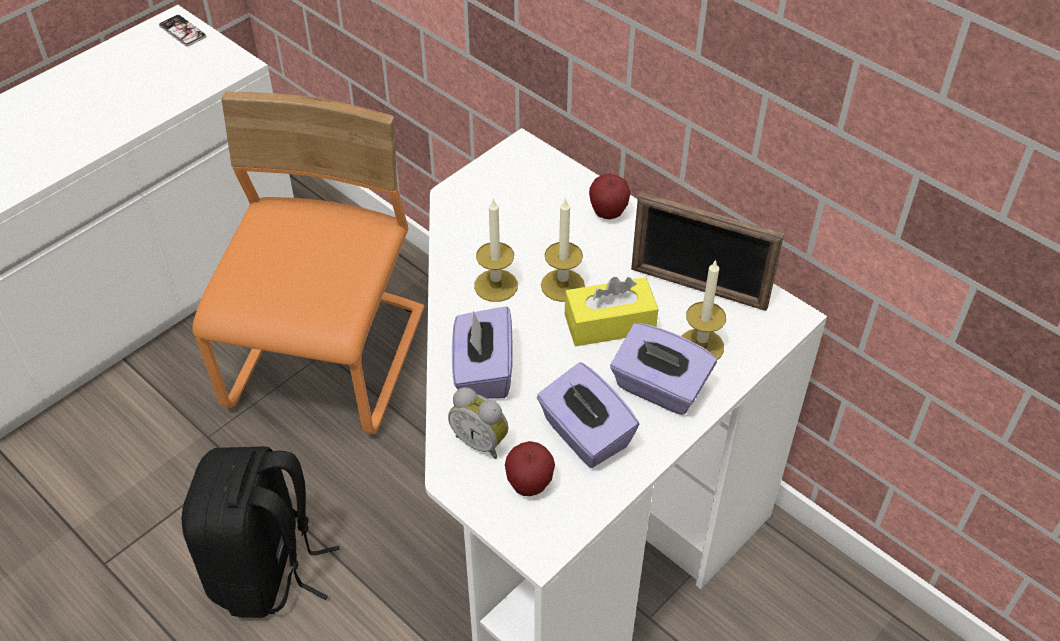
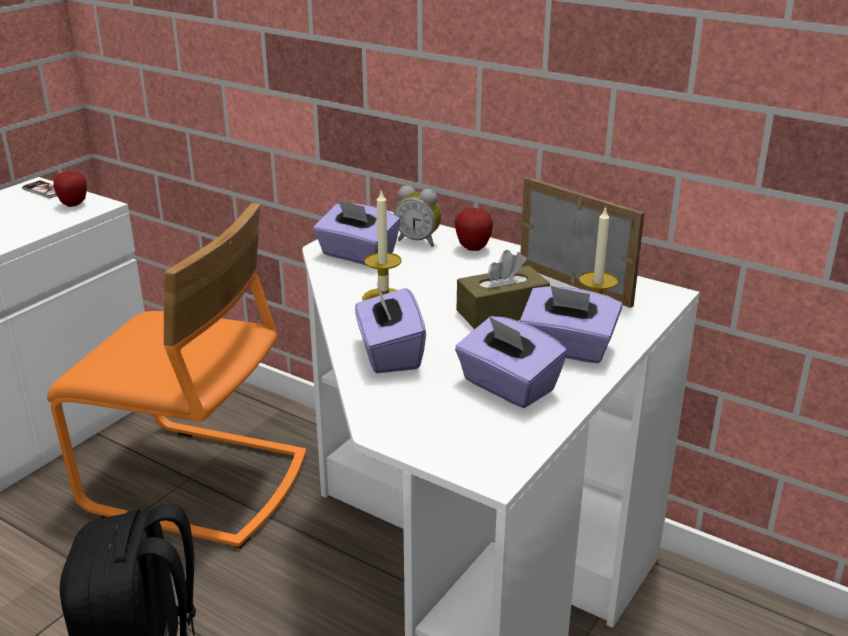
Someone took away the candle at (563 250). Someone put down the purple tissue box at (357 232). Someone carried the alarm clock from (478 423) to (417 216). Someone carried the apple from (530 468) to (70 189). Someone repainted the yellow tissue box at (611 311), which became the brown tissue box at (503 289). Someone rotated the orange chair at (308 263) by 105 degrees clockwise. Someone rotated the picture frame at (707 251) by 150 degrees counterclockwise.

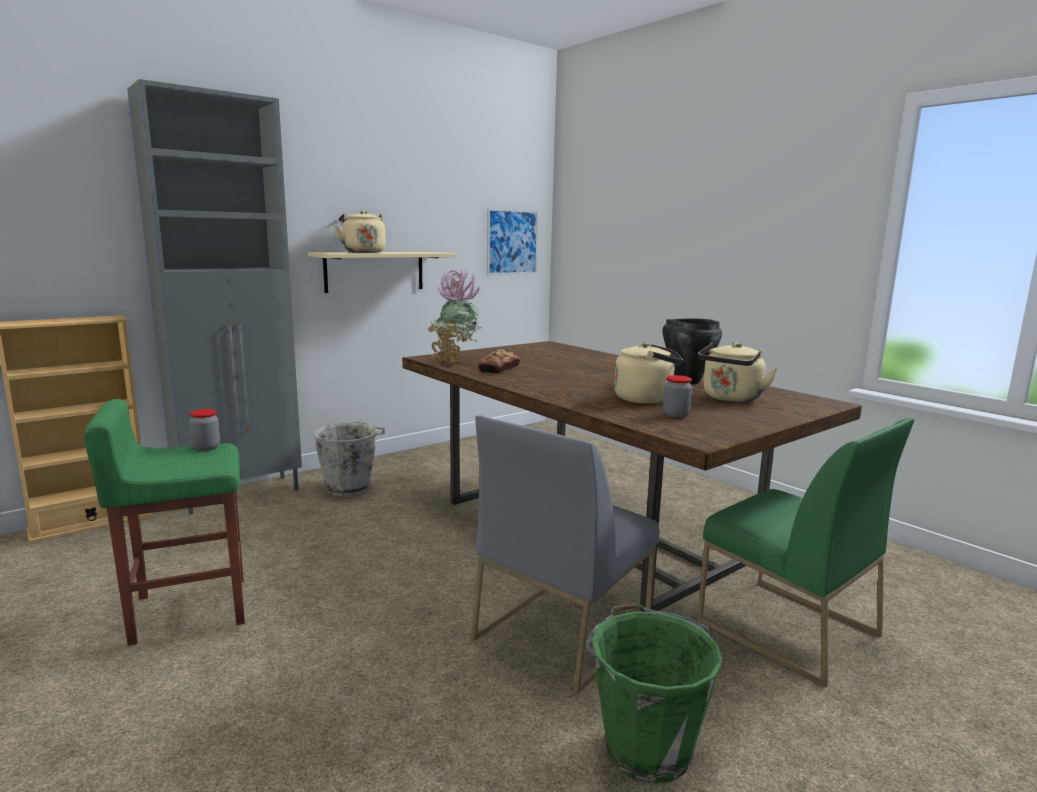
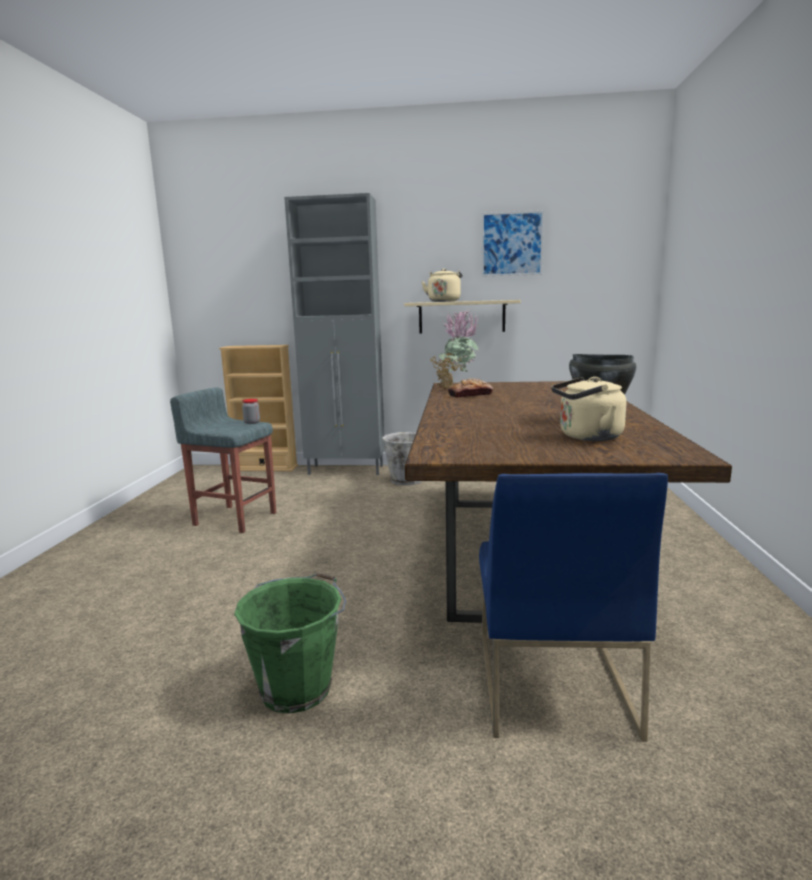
Someone took away the grey chair at (565 554). Someone took away the beige kettle at (648 373). Someone took away the jar at (677 396). Someone carried the picture from (513 241) to (512 243). Someone repainted the green stool at (164 522), which became the grey stool at (223 460). Someone repainted the green chair at (806 553), which became the blue chair at (573 607).

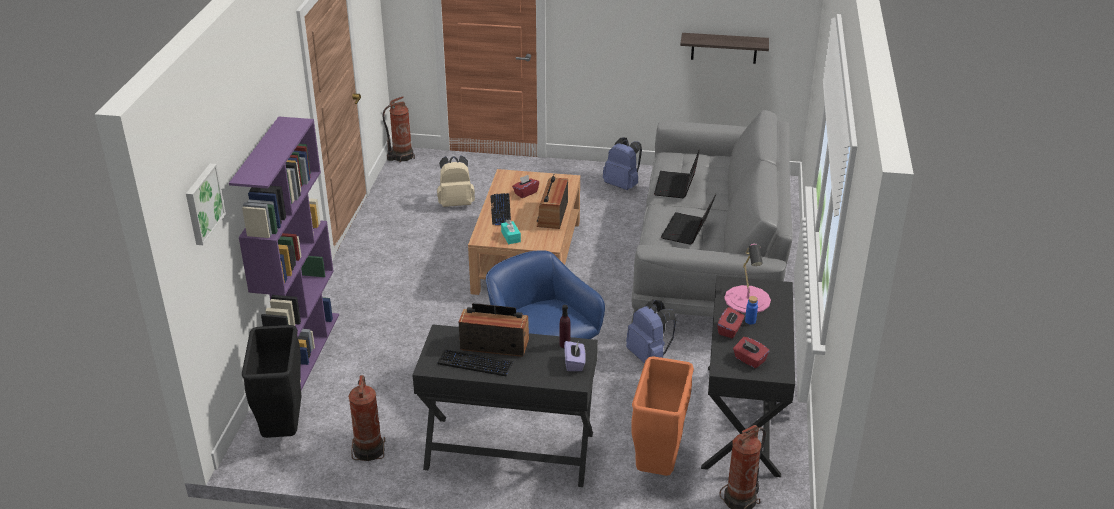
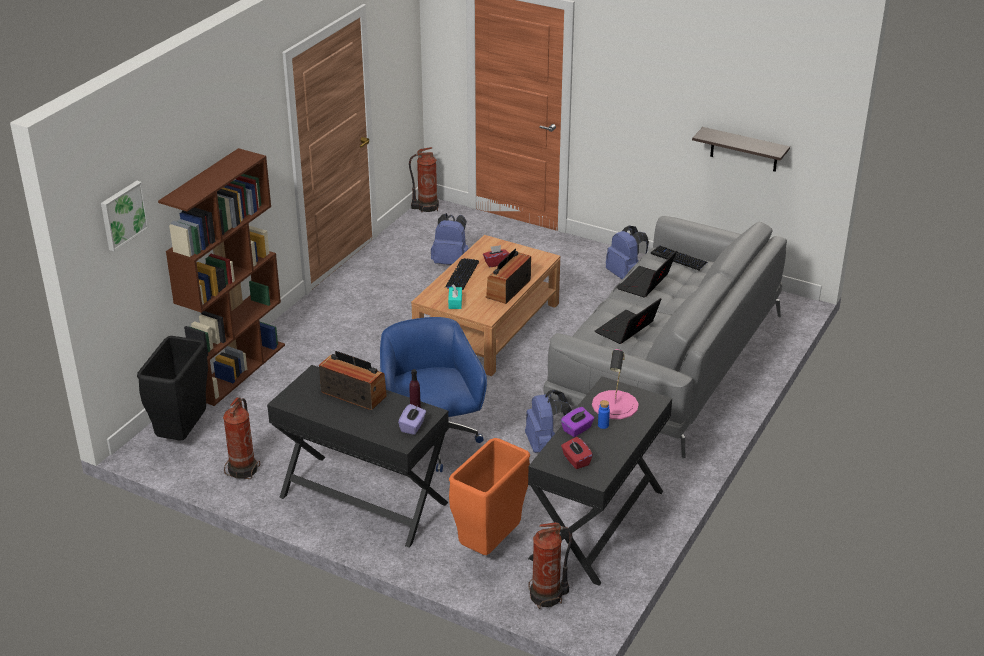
Someone carried the keyboard from (476 363) to (679 258). Someone repainted the purple bookcase at (284 253), which became the brown bookcase at (221 277). Someone repainted the beige backpack at (456 181), which became the blue backpack at (450 239). Someone repainted the red tissue box at (731 322), which became the purple tissue box at (577 422).

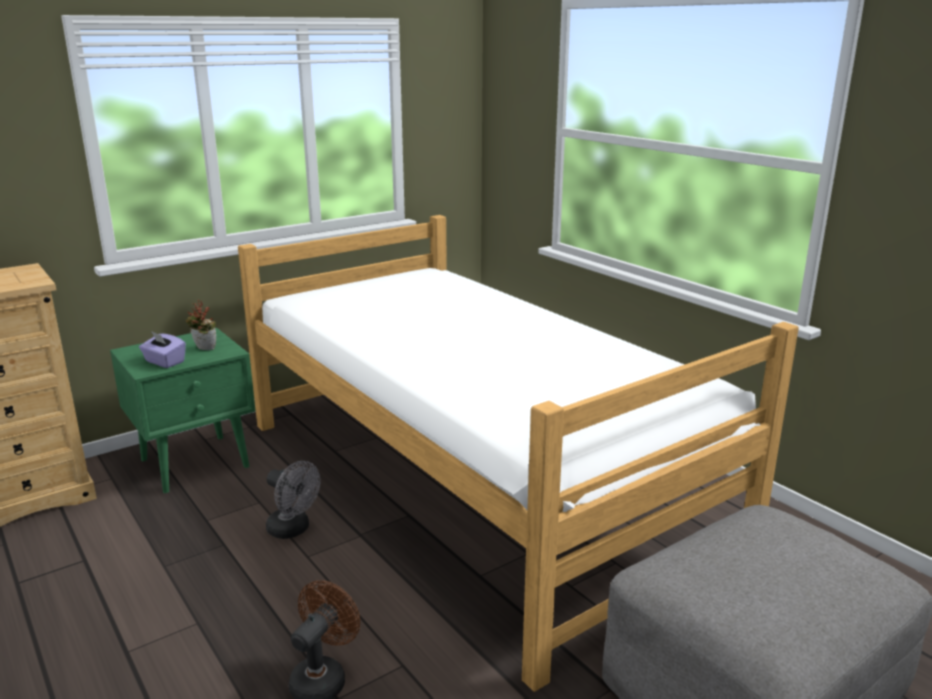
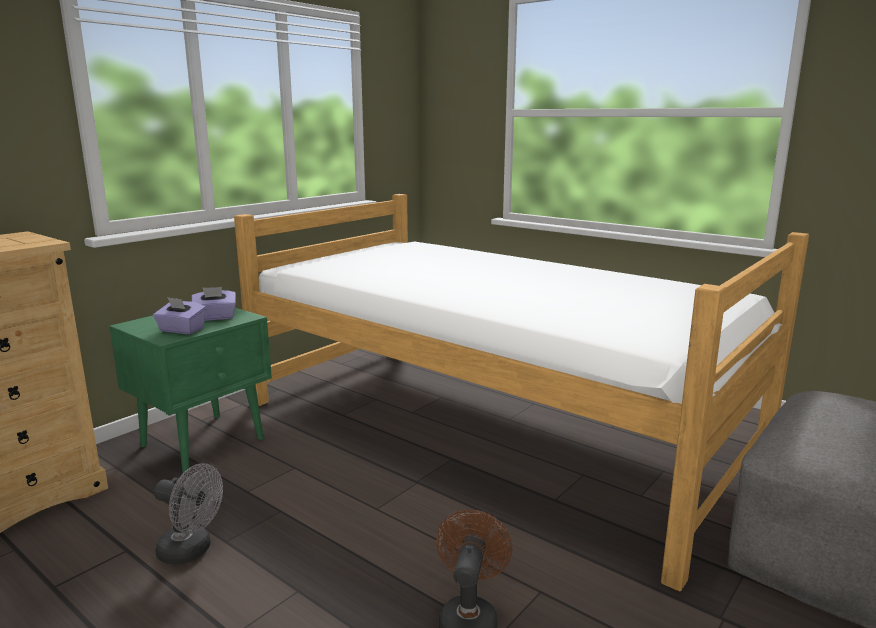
Someone carried the grey fan from (293 500) to (188 514). Someone swapped the potted plant at (201 325) for the purple tissue box at (214 304).

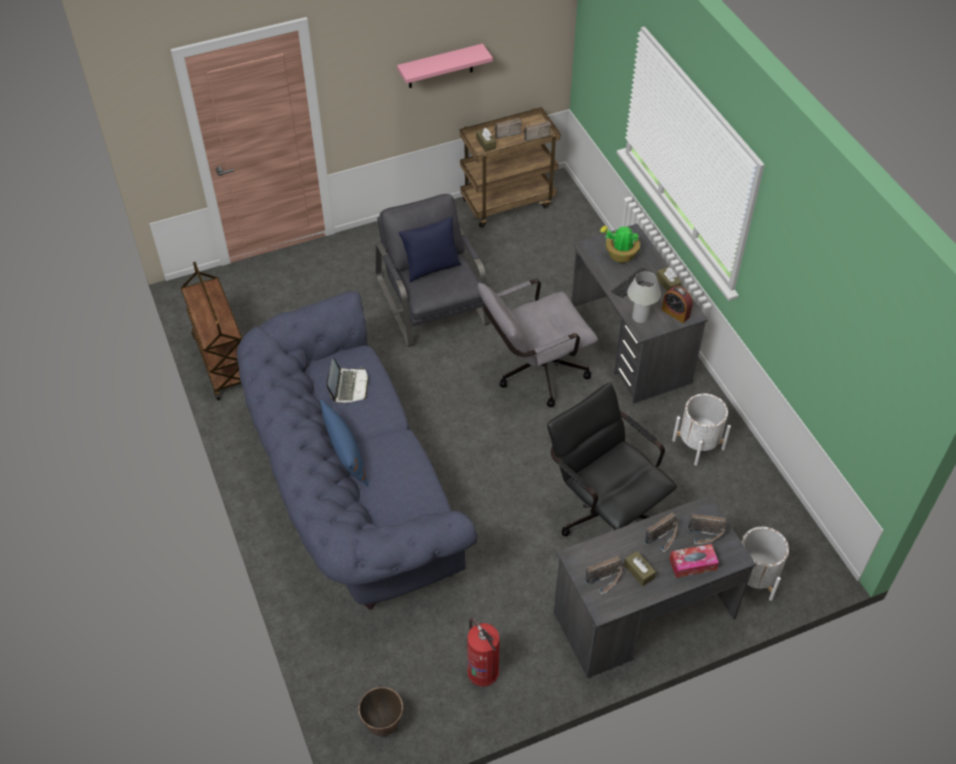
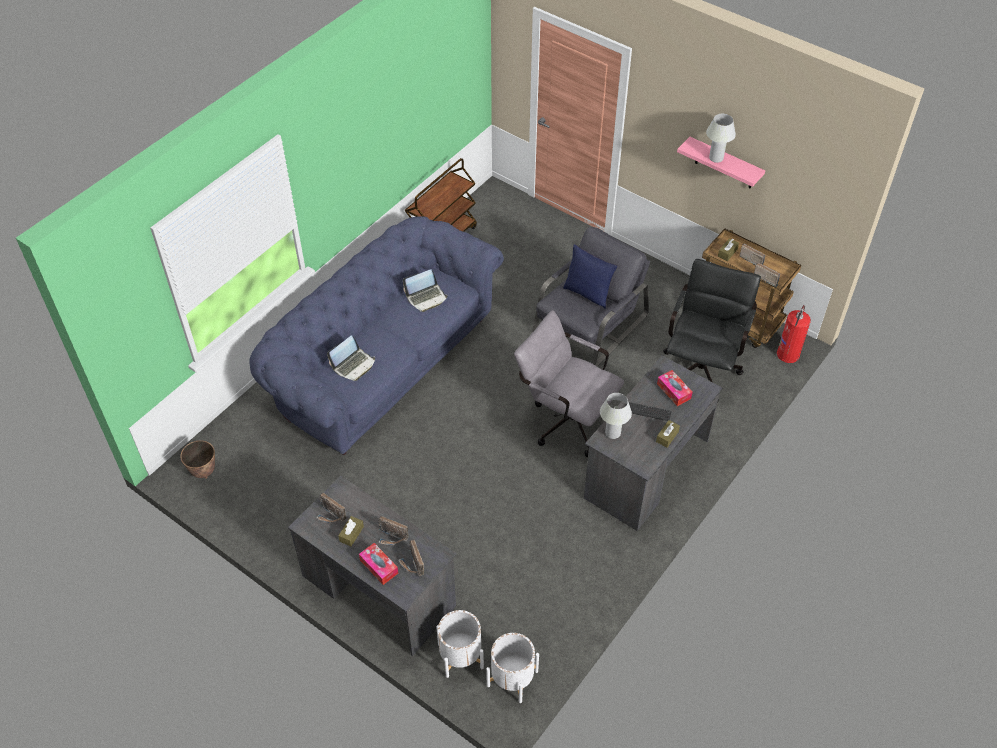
Someone took away the blue pillow at (344 443). Someone took away the alarm clock at (677 304). Someone put down the laptop at (351 358). Someone put down the white table lamp at (721 138). Someone carried the fire extinguisher from (483 652) to (794 334). Someone carried the black office chair from (612 459) to (712 329). Someone carried the white planter from (701 429) to (512 668). Someone swapped the potted plant at (620 244) for the tissue box at (675 388).

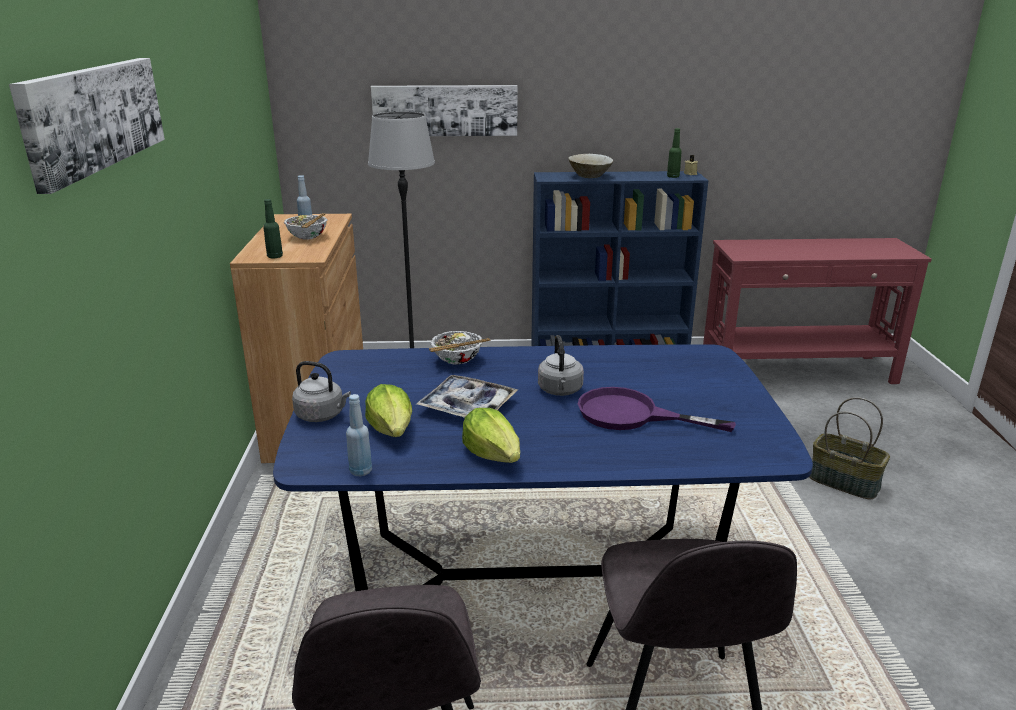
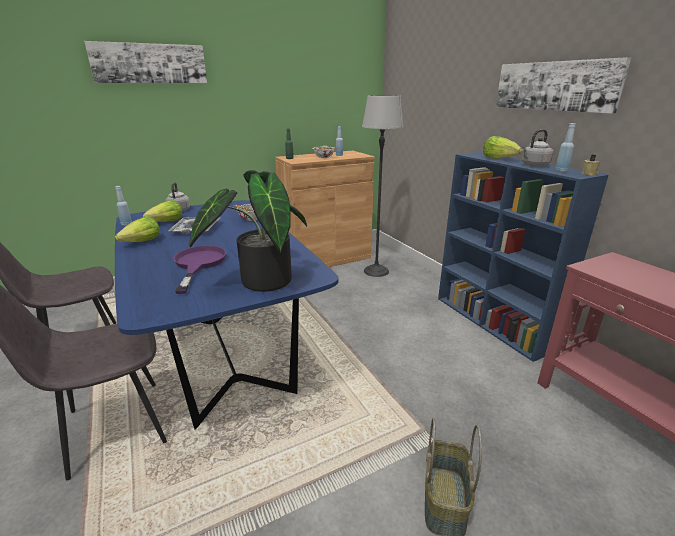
Someone put down the potted plant at (248 231). Someone carried the picture from (444 110) to (563 85). Someone carried the grey kettle from (561 365) to (537 147). Someone swapped the beige bowl at (590 166) for the lettuce at (502 147). Someone repainted the green bottle at (674 153), which became the blue bottle at (565 147).

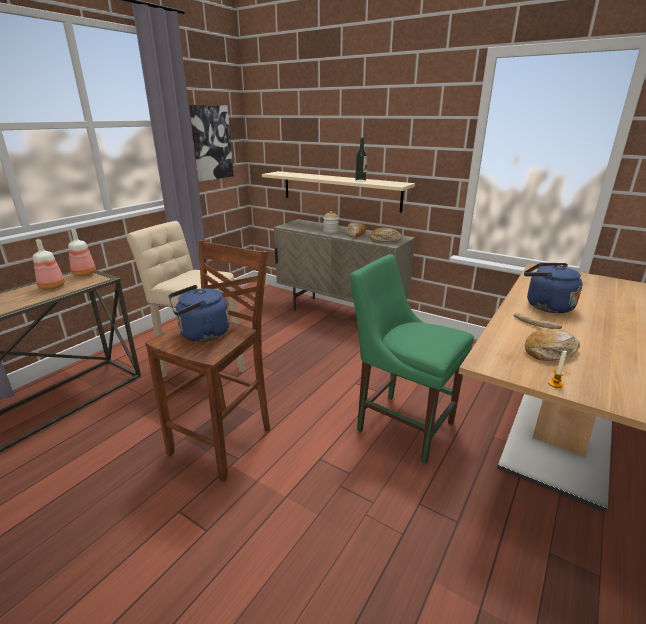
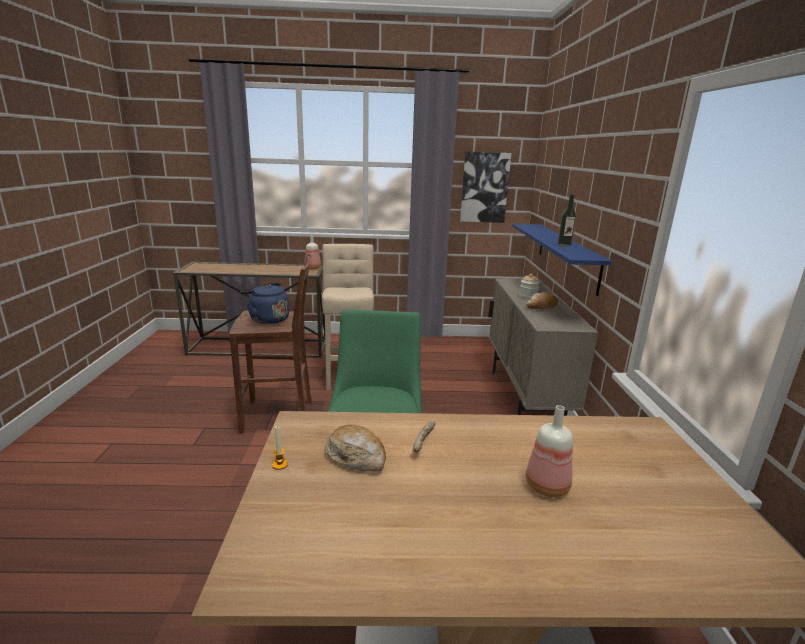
Someone took away the bread at (386 235). Someone took away the blue kettle at (553 288). Someone carried the bottle from (49 264) to (549 451). Someone repainted the beige shelf at (338 191), which became the blue shelf at (562 260).

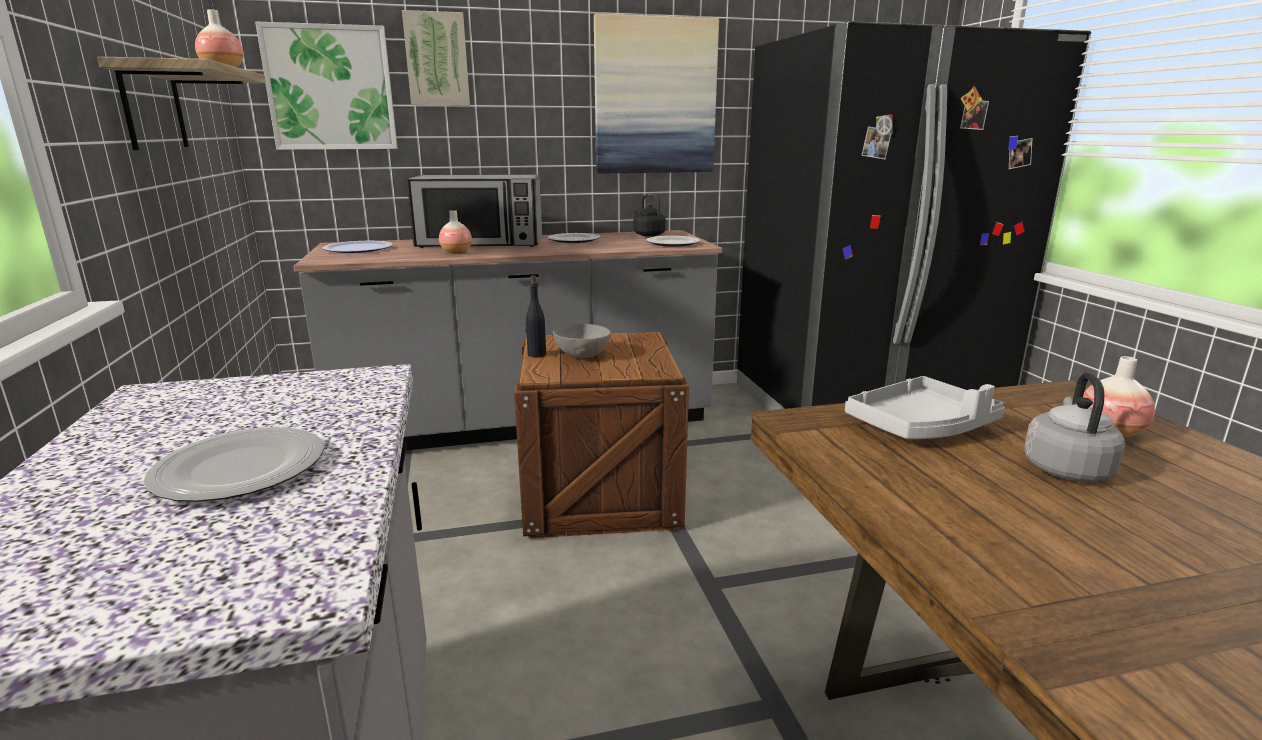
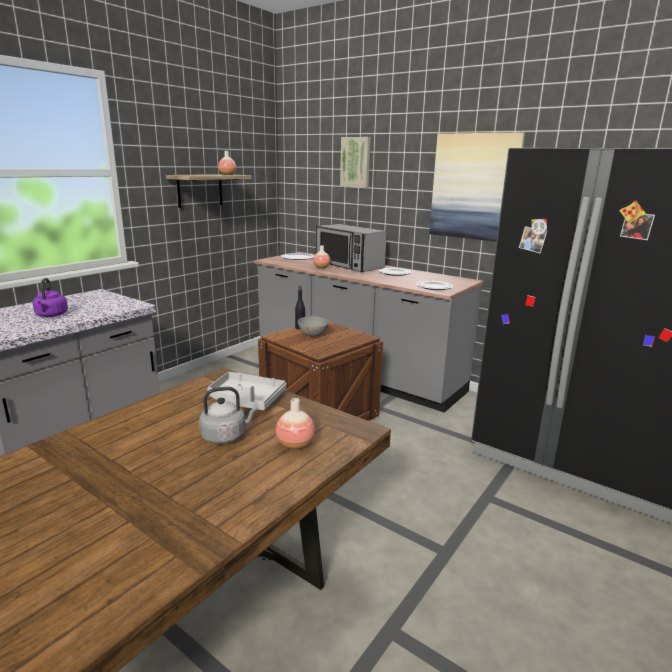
Someone took away the picture at (326 85). Someone took away the black kettle at (649 215). Someone swapped the plate at (233 464) for the purple kettle at (50 297).

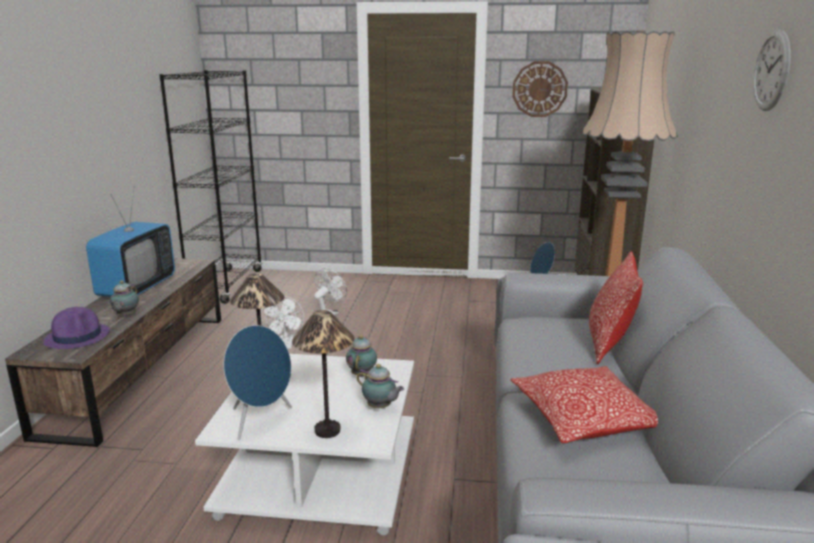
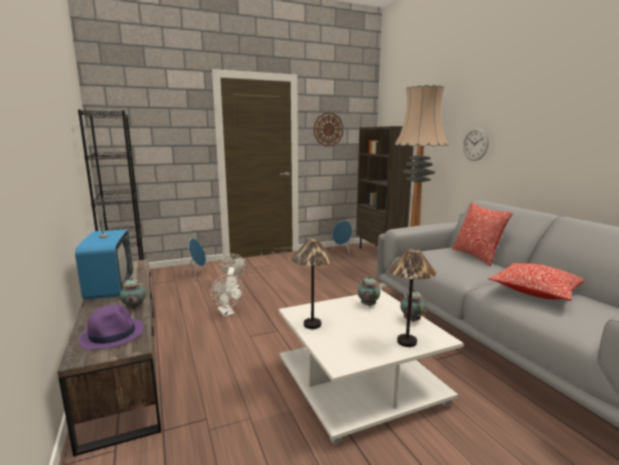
Someone carried the blue speaker from (258 382) to (194 259). Someone carried the wall clock from (772 70) to (476 144). Someone rotated the teapot at (380 386) by 105 degrees counterclockwise.

